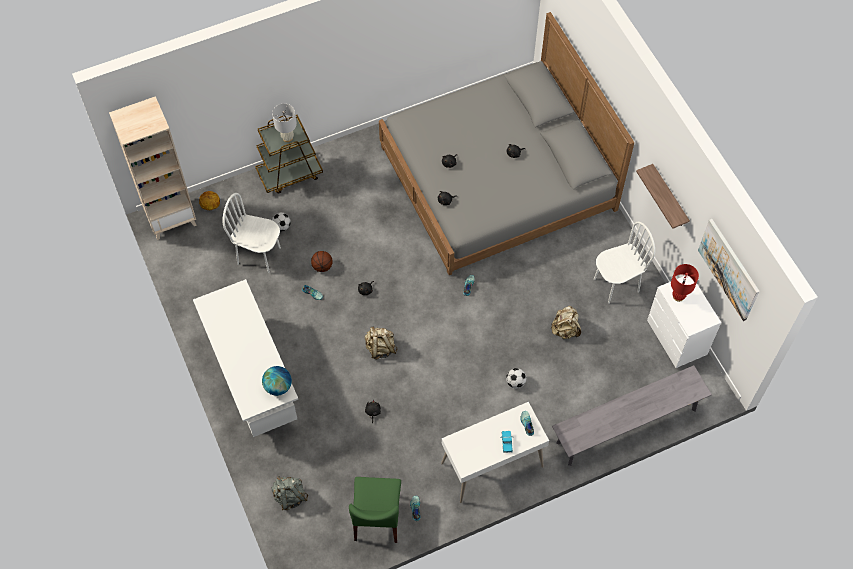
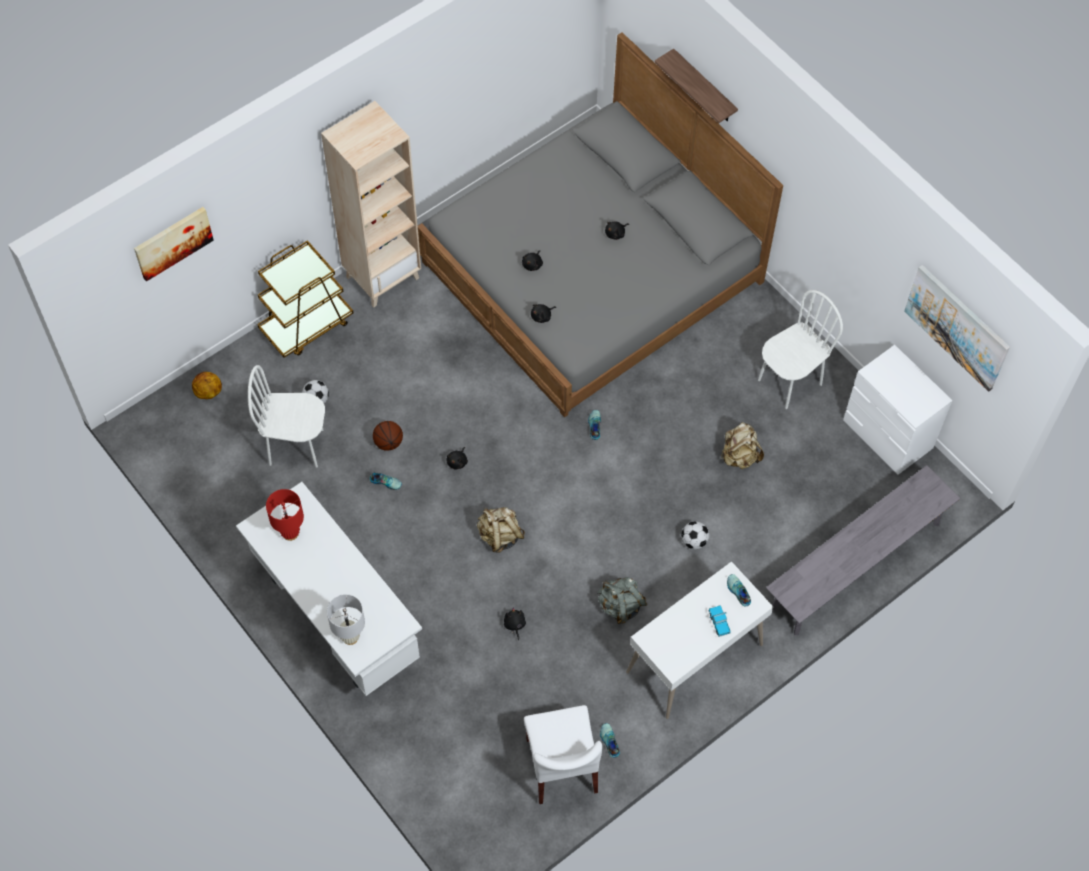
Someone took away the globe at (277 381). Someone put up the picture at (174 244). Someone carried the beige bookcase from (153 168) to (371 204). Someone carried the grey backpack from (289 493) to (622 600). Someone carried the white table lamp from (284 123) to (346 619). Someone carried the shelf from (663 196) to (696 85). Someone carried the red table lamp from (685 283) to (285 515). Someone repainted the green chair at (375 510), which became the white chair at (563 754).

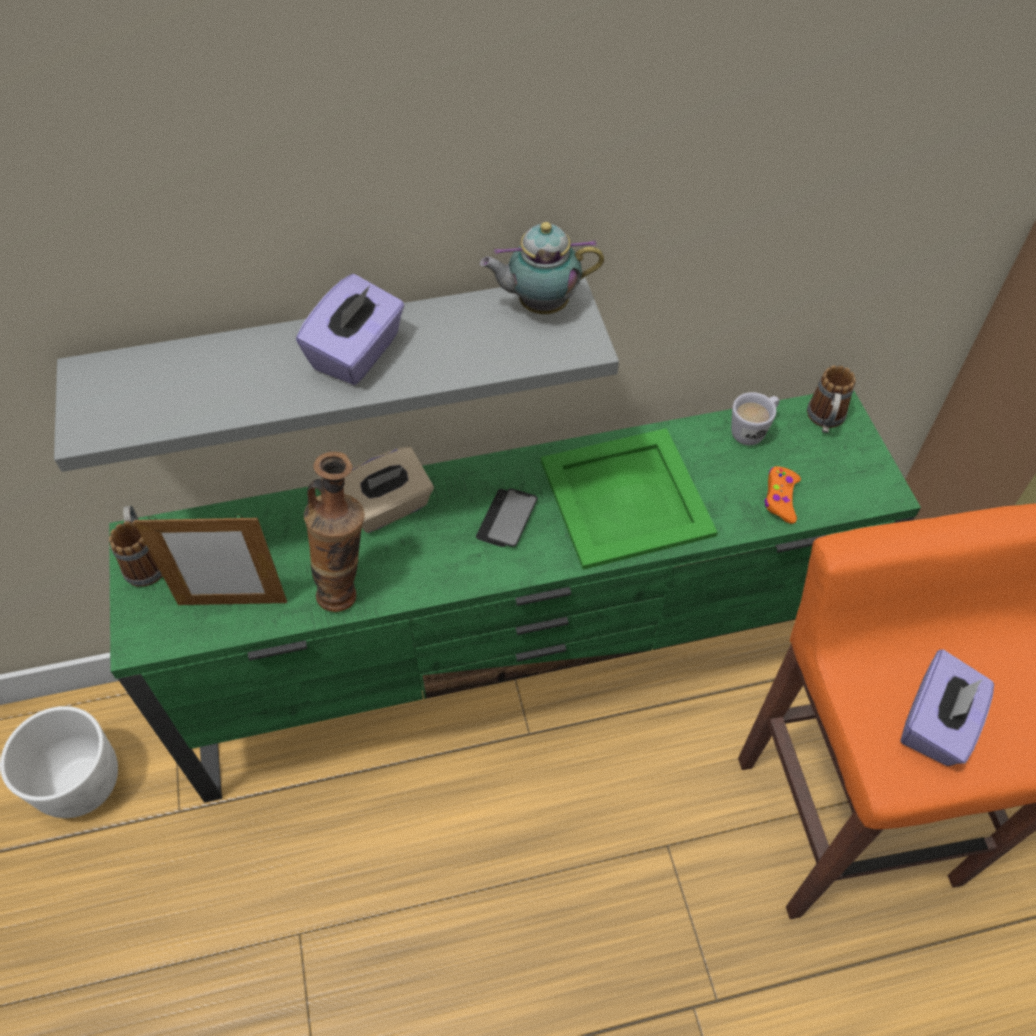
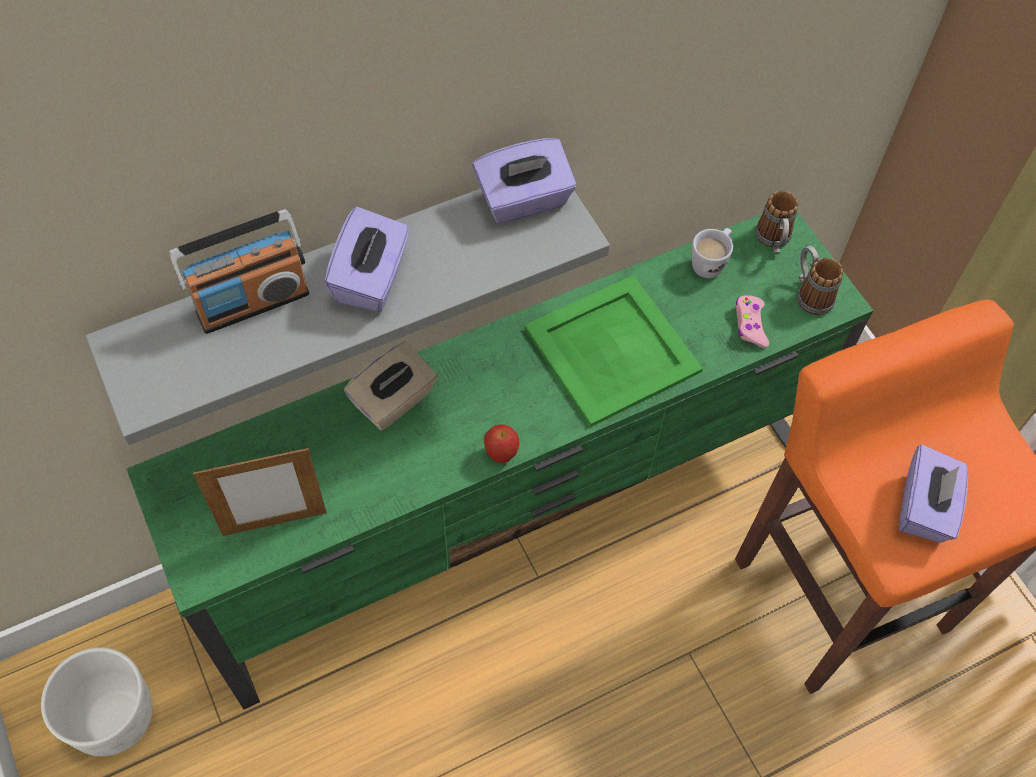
Someone took away the vase at (334 532). Someone took away the phone at (507 517). Someone put down the radio at (239 271). Someone put down the apple at (502 443). Someone carried the mug from (135 546) to (820 280). Someone swapped the teapot at (542 268) for the purple tissue box at (524 181). Someone repainted the orange game controller at (782 495), which became the pink game controller at (752 321).

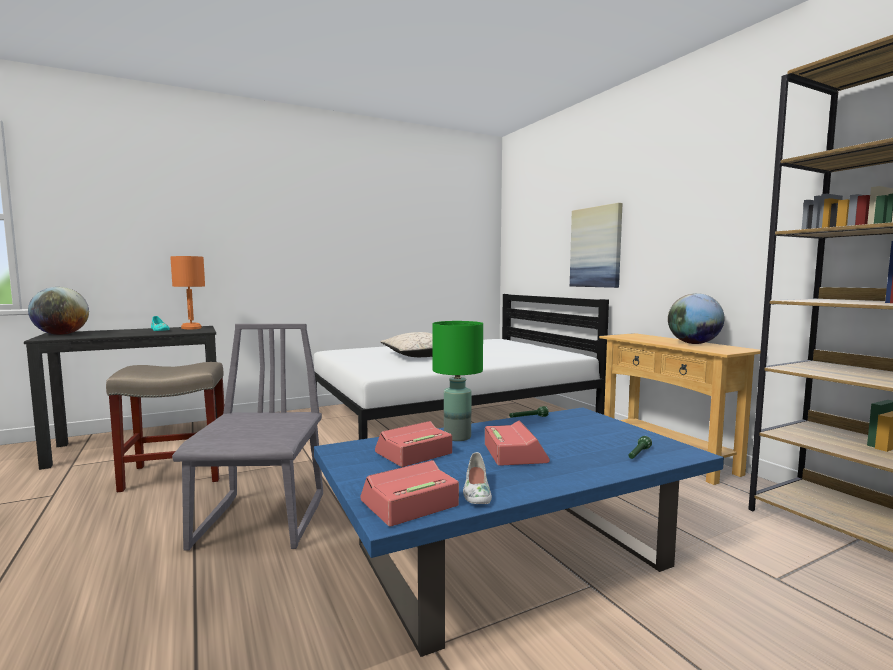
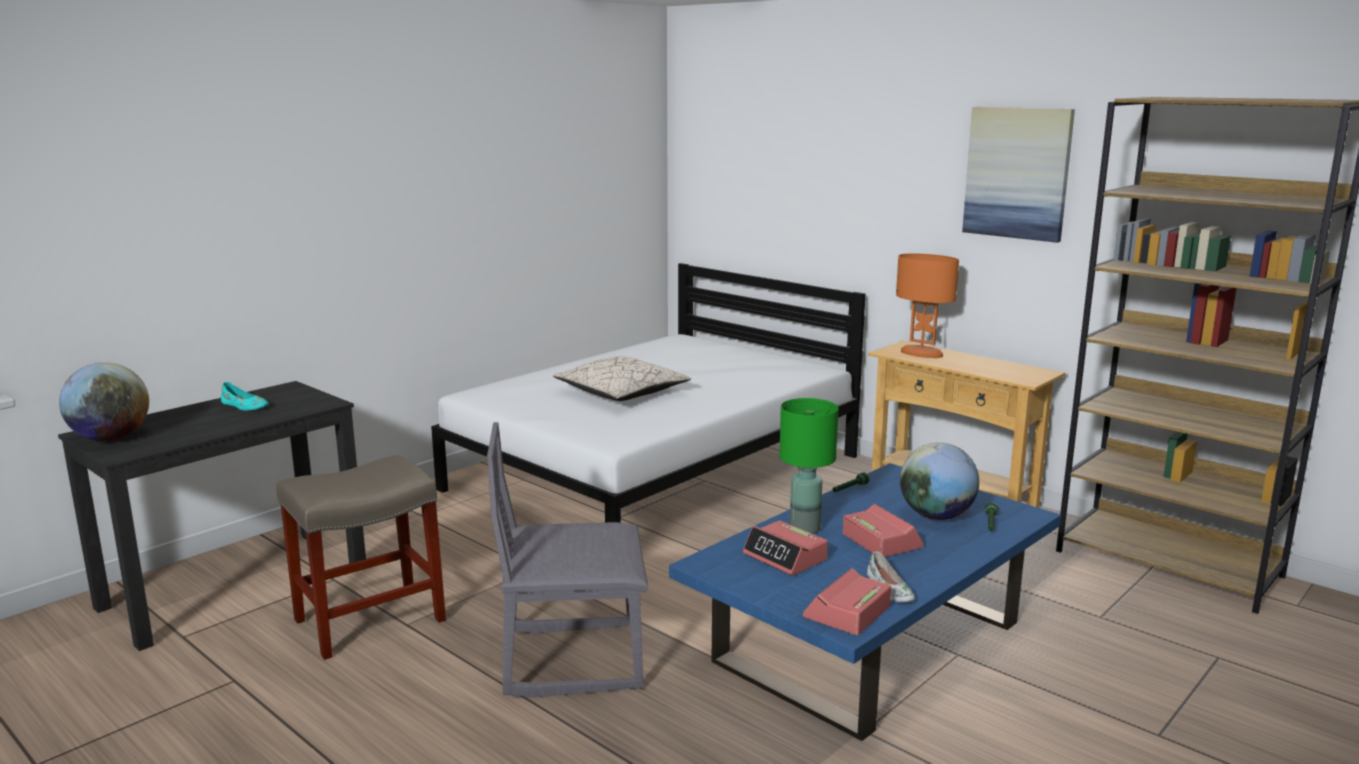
Someone carried the orange table lamp from (188 292) to (927 305). Someone carried the picture from (596 245) to (1018 175). Someone carried the globe from (696 318) to (939 481). Someone rotated the grey chair at (247 437) by 75 degrees counterclockwise. Someone rotated the alarm clock at (413 444) by 75 degrees counterclockwise.

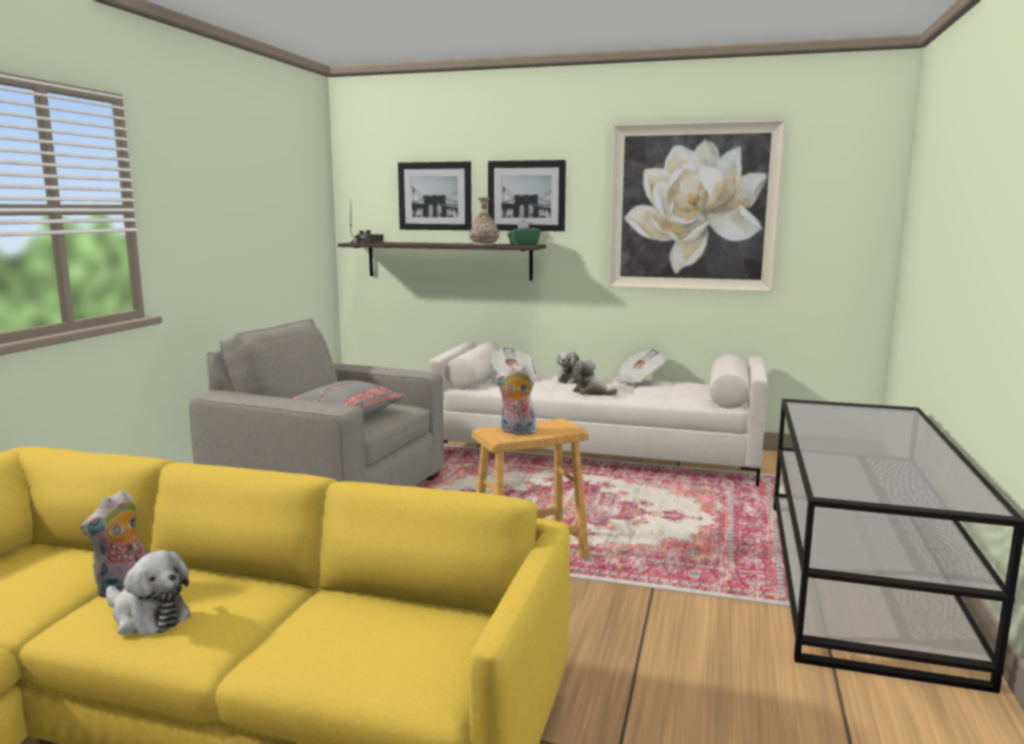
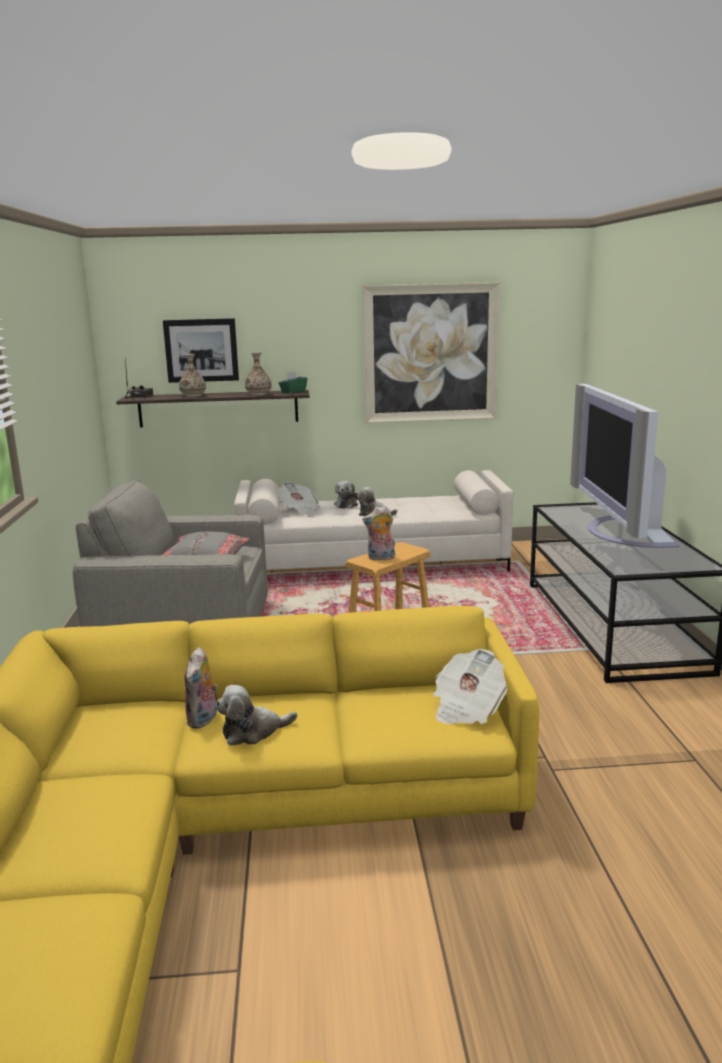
Someone took away the picture at (527 195). Someone put down the vase at (192 375). Someone put down the television at (625 466). Someone carried the newspaper from (640 366) to (470 686). Someone rotated the plush toy at (148 592) by 150 degrees clockwise.

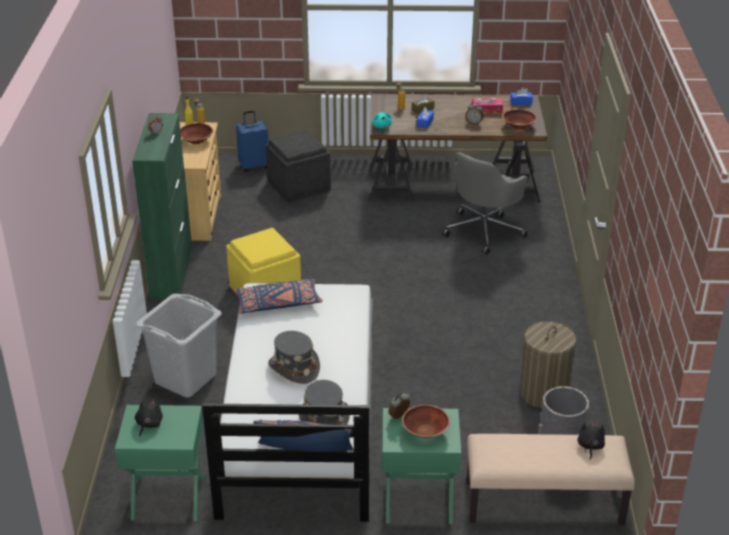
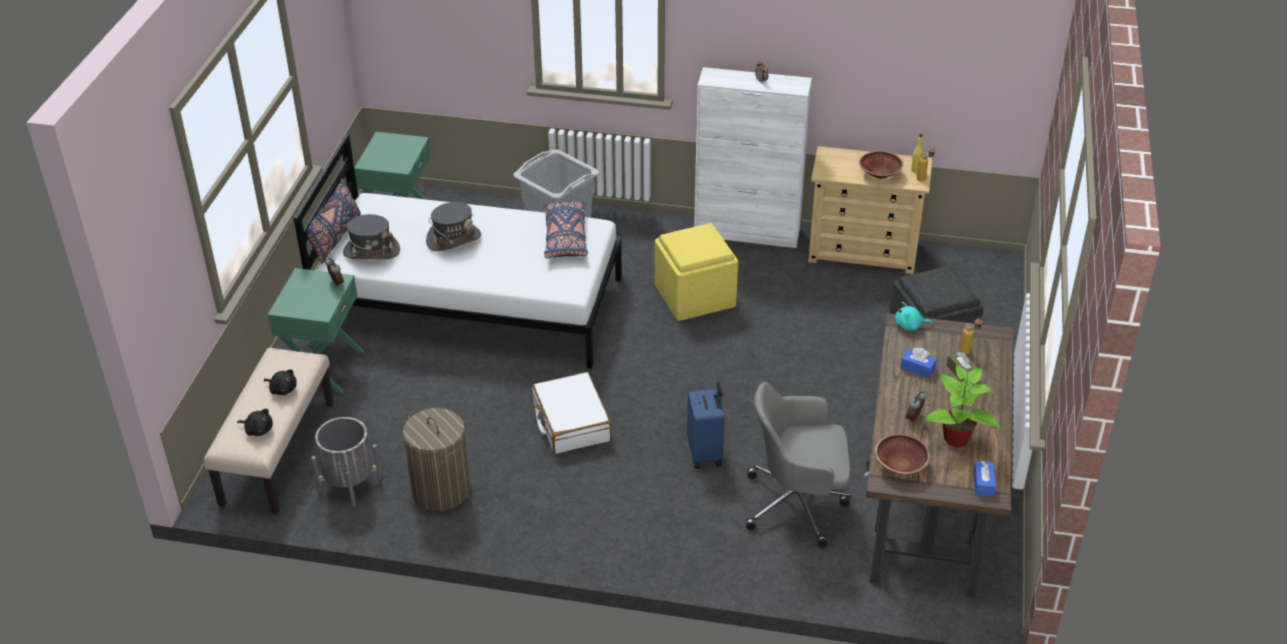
Someone took away the brown bowl at (426 421). Someone put down the white suitcase at (572 413). Someone carried the black plush toy from (149 418) to (280 382). Someone carried the blue suitcase from (252 141) to (706 425). Someone swapped the tissue box at (487 106) for the potted plant at (962 406). Someone repainted the green cabinet at (162 206), which became the white cabinet at (753 157). Someone rotated the grey office chair at (485 203) by 45 degrees counterclockwise.

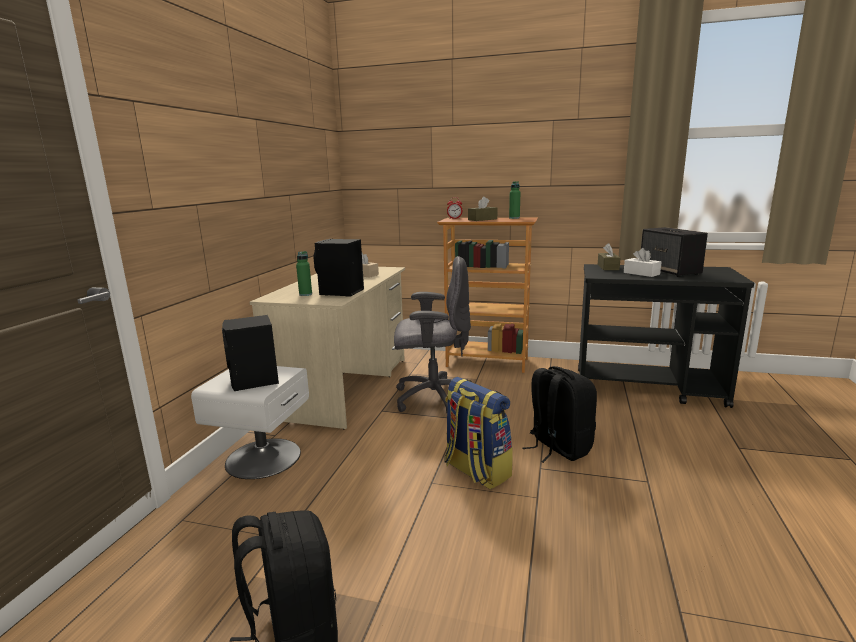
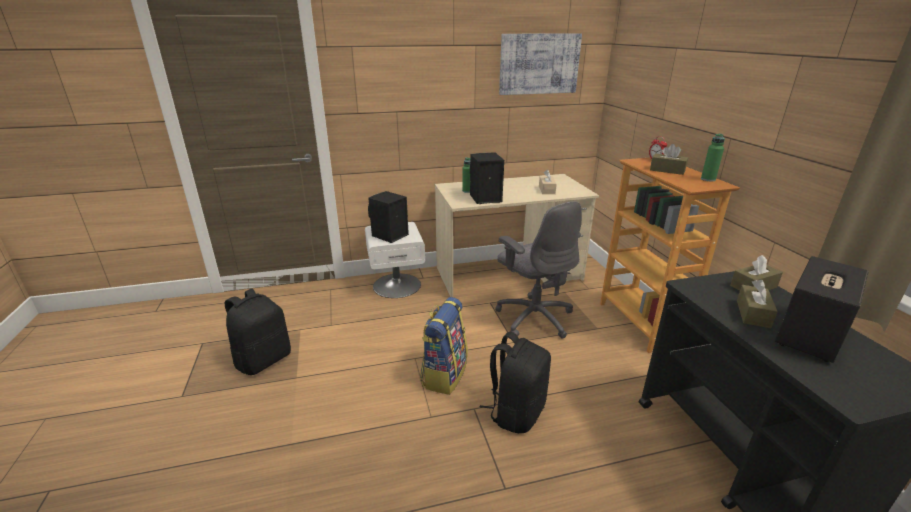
Someone put up the picture at (540 64). Someone repainted the white tissue box at (642 262), which became the brown tissue box at (757 304).

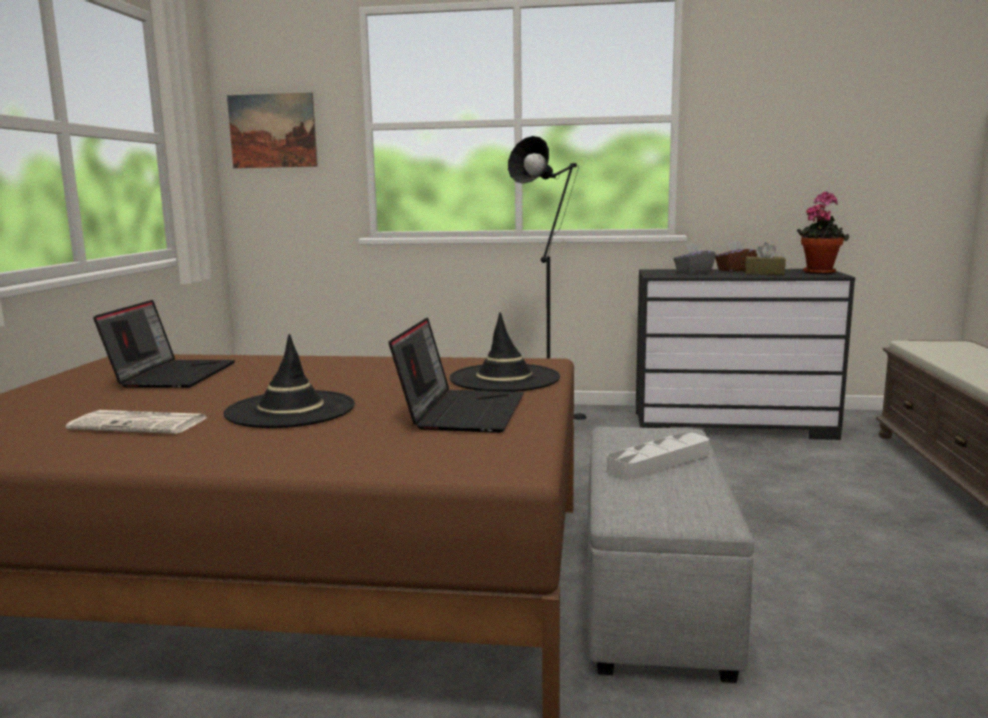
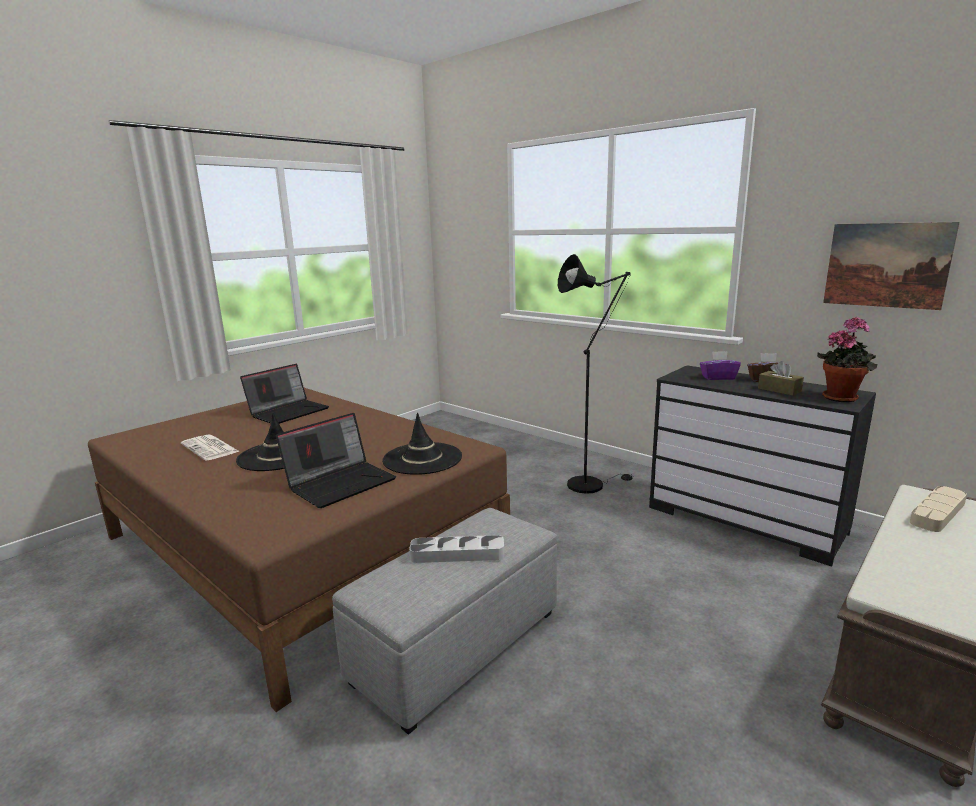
Someone put down the beige tray at (938 509). Someone carried the picture from (272 130) to (891 266). Someone repainted the grey tissue box at (694 258), which became the purple tissue box at (720 365).

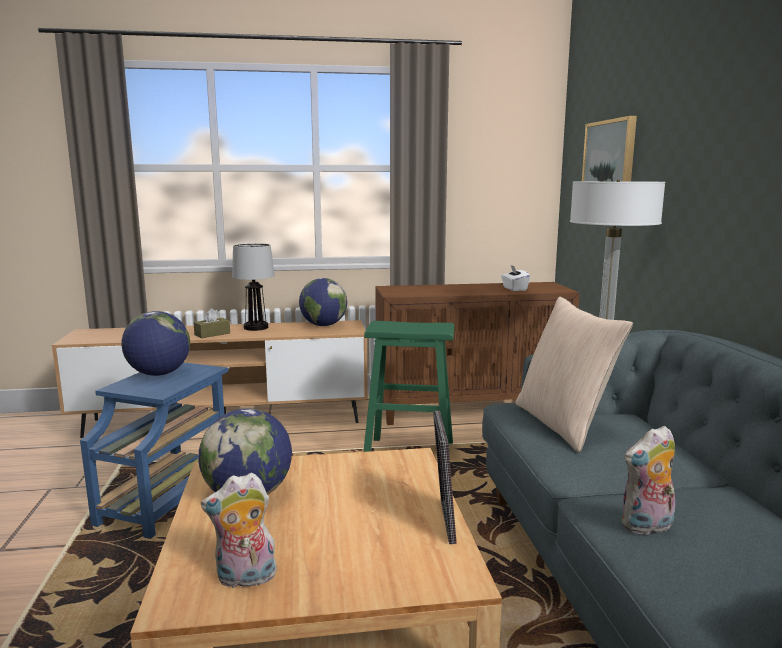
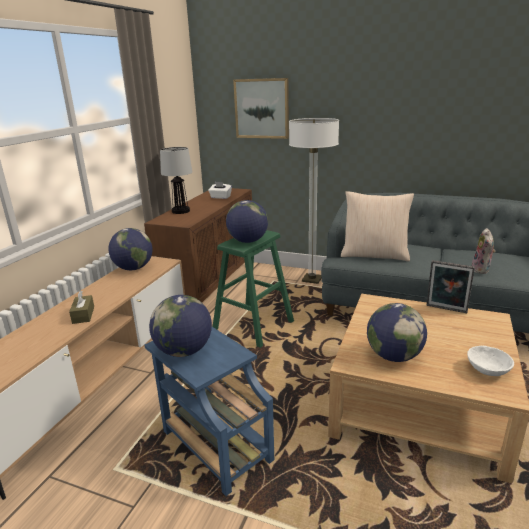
Someone put down the globe at (247 221). Someone carried the table lamp from (253 287) to (176 180). Someone swapped the plush toy at (239 530) for the white bowl at (490 361).

